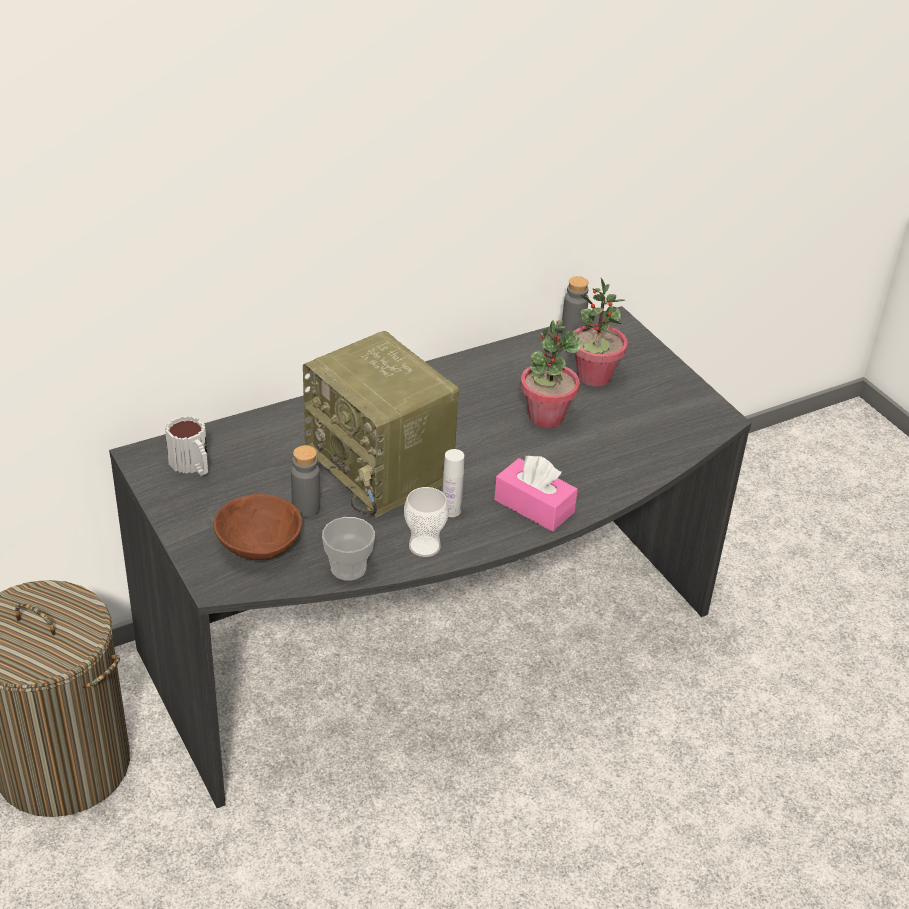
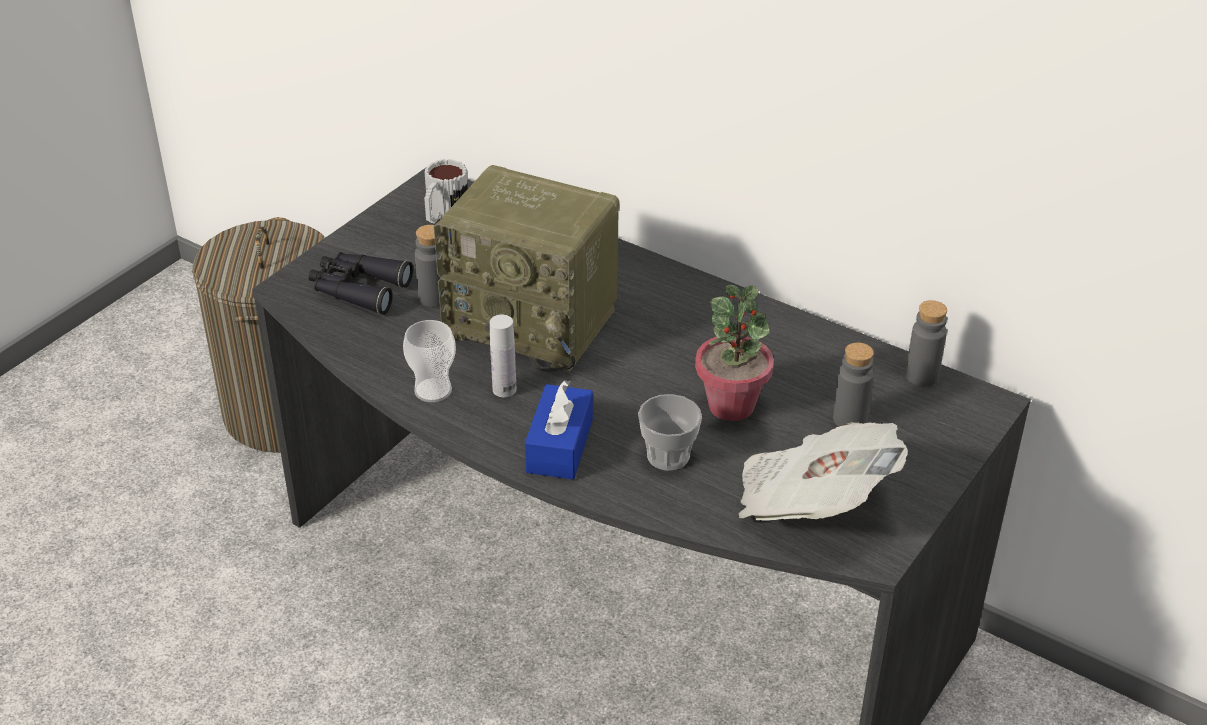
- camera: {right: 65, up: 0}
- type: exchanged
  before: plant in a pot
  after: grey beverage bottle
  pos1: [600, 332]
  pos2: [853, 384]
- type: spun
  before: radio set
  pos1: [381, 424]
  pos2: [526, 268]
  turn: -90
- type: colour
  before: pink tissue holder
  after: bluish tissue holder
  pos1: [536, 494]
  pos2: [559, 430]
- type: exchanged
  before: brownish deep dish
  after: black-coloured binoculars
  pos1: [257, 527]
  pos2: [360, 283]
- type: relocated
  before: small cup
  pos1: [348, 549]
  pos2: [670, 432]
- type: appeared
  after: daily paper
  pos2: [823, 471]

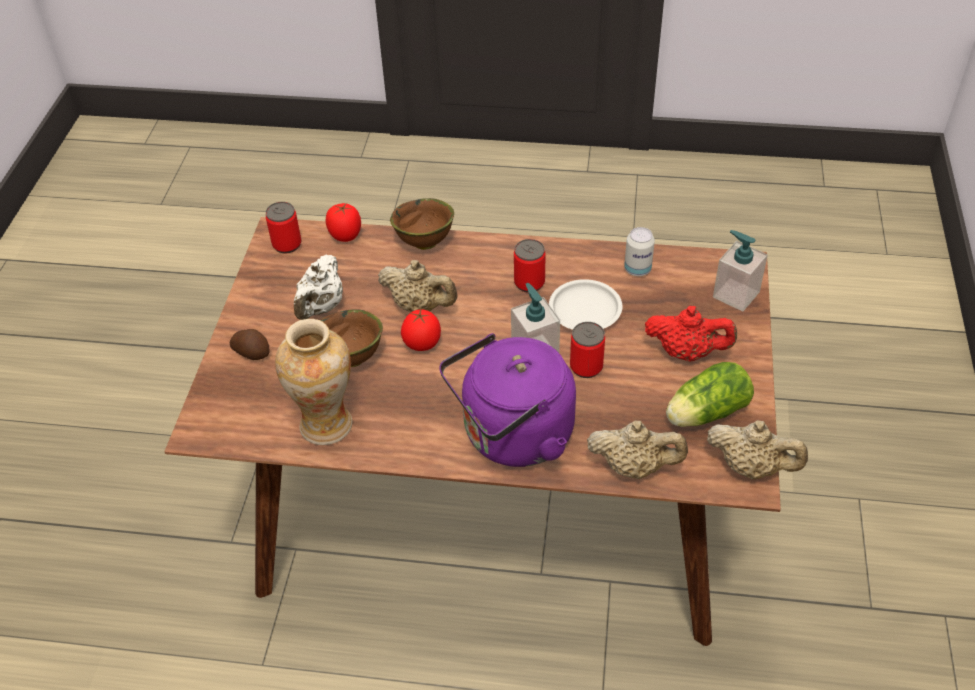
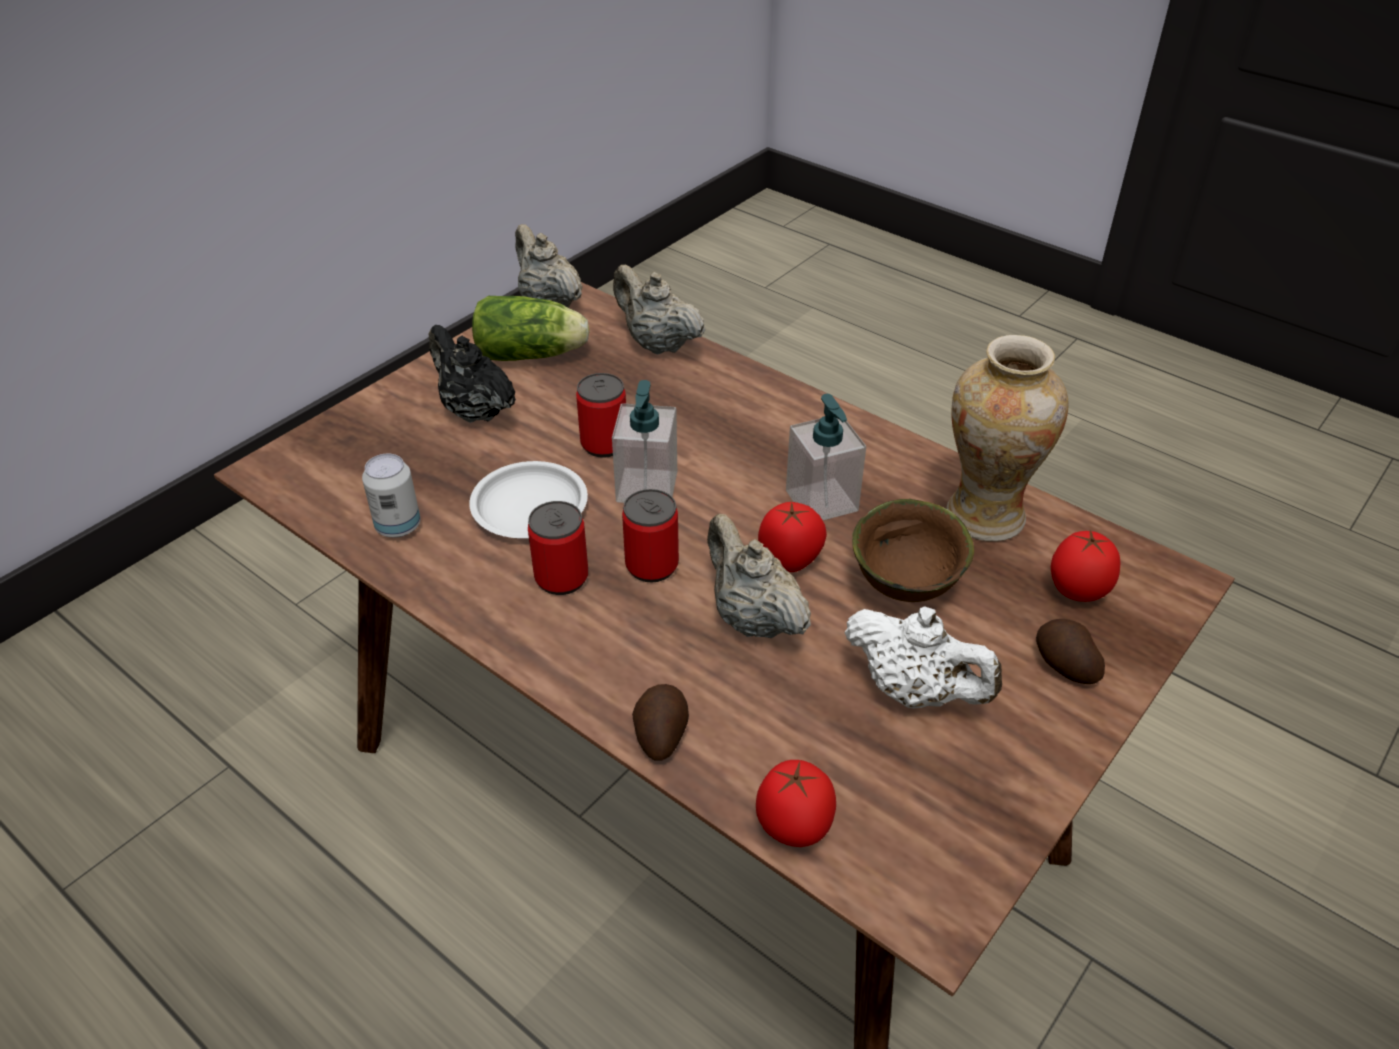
- camera: {right: -150, up: -5}
- type: exchanged
  before: brownish deep dish
  after: spud
  pos1: [422, 224]
  pos2: [660, 722]
- type: relocated
  before: metal can
  pos1: [283, 227]
  pos2: [650, 535]
- type: relocated
  before: soap dispenser
  pos1: [740, 271]
  pos2: [826, 457]
- type: spun
  before: whitish pot for tea
  pos1: [318, 287]
  pos2: [923, 657]
  turn: 75
- type: colour
  before: reddish pot for tea
  after: black-coloured pot for tea
  pos1: [691, 334]
  pos2: [472, 374]
- type: missing
  before: purple-coloured kettle
  pos1: [507, 400]
- type: appeared
  after: whole tomato
  pos2: [1085, 566]

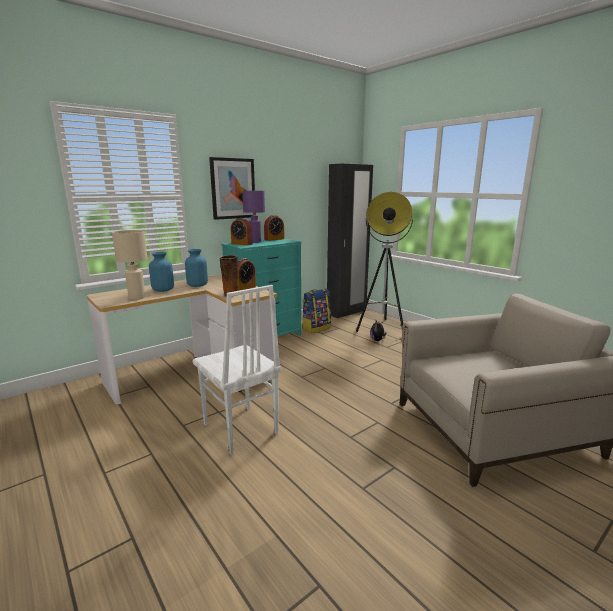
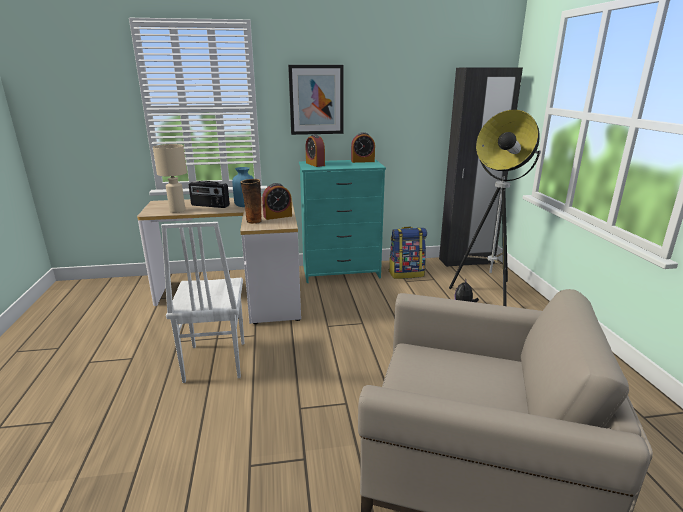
- camera: {right: 30, up: 5}
- type: missing
  before: purple-coloured tabletop lamp
  pos1: [253, 217]
- type: exchanged
  before: bluish decorative vase
  after: radio set
  pos1: [161, 272]
  pos2: [209, 194]

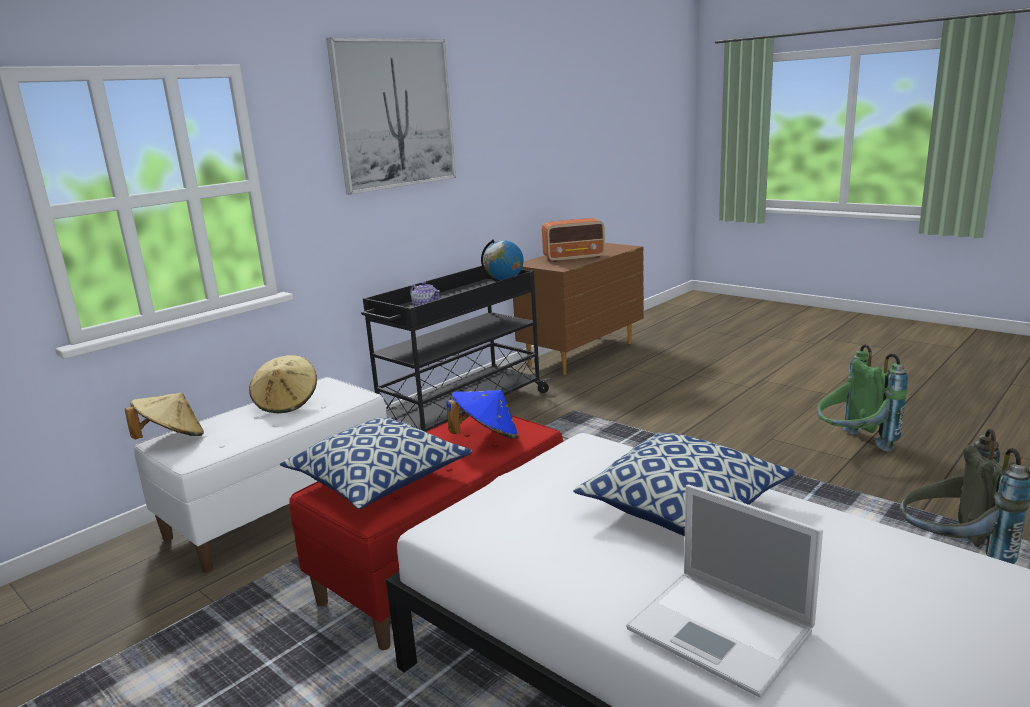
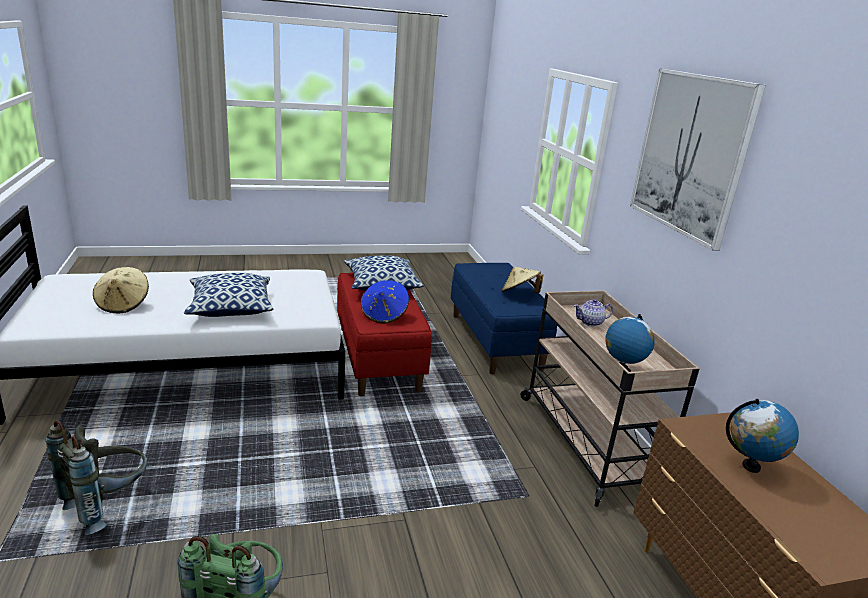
- camera: {right: 120, up: 5}
- type: exchanged
  before: radio set
  after: desk globe
  pos1: [573, 240]
  pos2: [762, 436]
- type: colour
  before: black-coloured cart
  after: beige-coloured cart
  pos1: [455, 349]
  pos2: [610, 398]
- type: colour
  before: whitish bench
  after: bluish bench
  pos1: [260, 475]
  pos2: [504, 318]
- type: relocated
  before: beige-coloured hat
  pos1: [164, 416]
  pos2: [121, 290]
- type: missing
  before: laptop
  pos1: [724, 591]

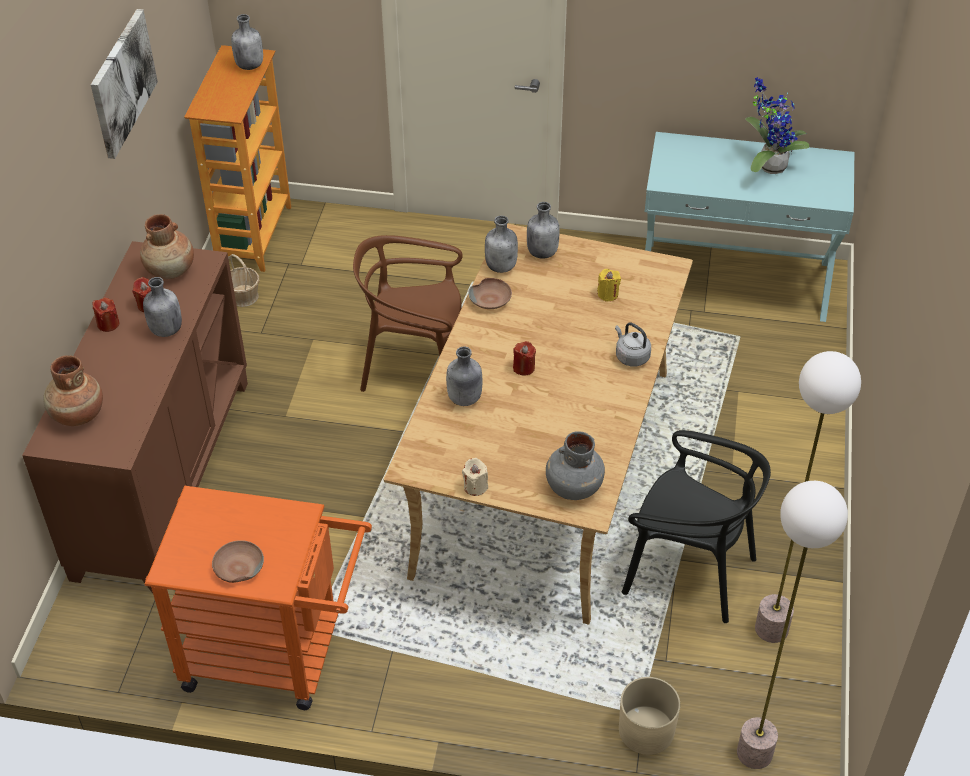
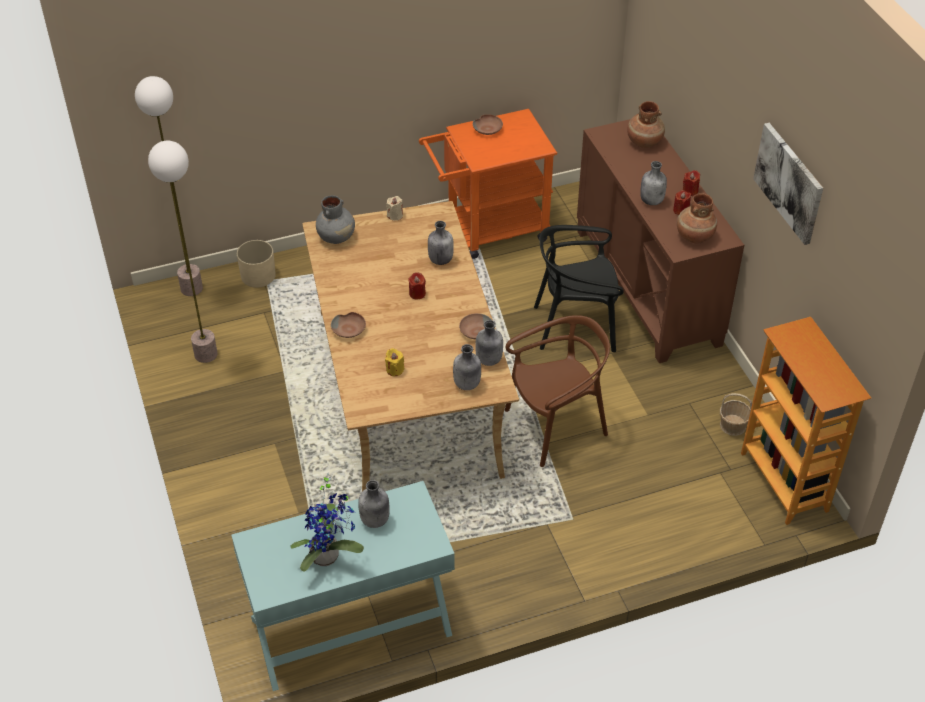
- camera: {right: 150, up: 0}
- type: relocated
  before: grey beverage bottle
  pos1: [247, 42]
  pos2: [374, 504]
- type: exchanged
  before: grey kettle
  after: brownish deep dish
  pos1: [633, 344]
  pos2: [348, 325]
- type: relocated
  before: black-coloured plain chair
  pos1: [696, 526]
  pos2: [579, 288]

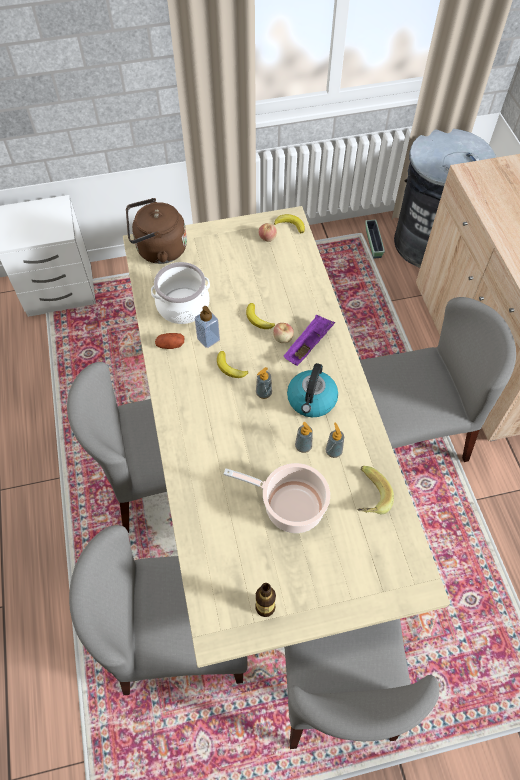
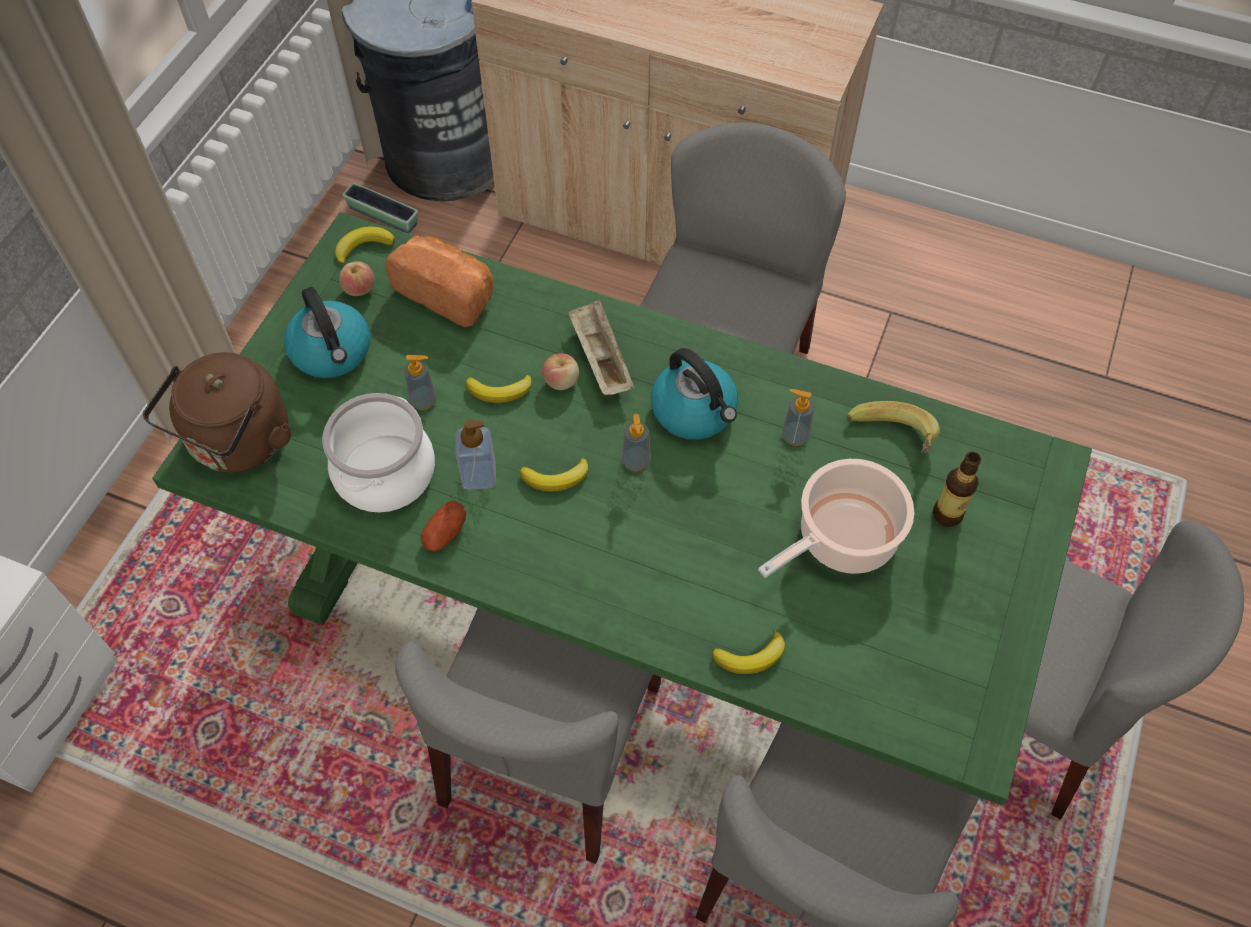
- camera: {right: -55, up: 0}
- type: colour
  before: beige-coloured dining table
  after: greenish dining table
  pos1: [286, 437]
  pos2: [622, 509]
- type: colour
  before: purple-coloured tray
  after: beige-coloured tray
  pos1: [309, 340]
  pos2: [601, 347]
- type: relocated
  before: soap dispenser
  pos1: [304, 437]
  pos2: [420, 382]
- type: relocated
  before: beverage bottle
  pos1: [265, 600]
  pos2: [957, 489]
- type: appeared
  after: bread
  pos2: [439, 281]
- type: appeared
  after: kettle
  pos2: [327, 332]
- type: appeared
  after: banana fruit
  pos2: [748, 652]

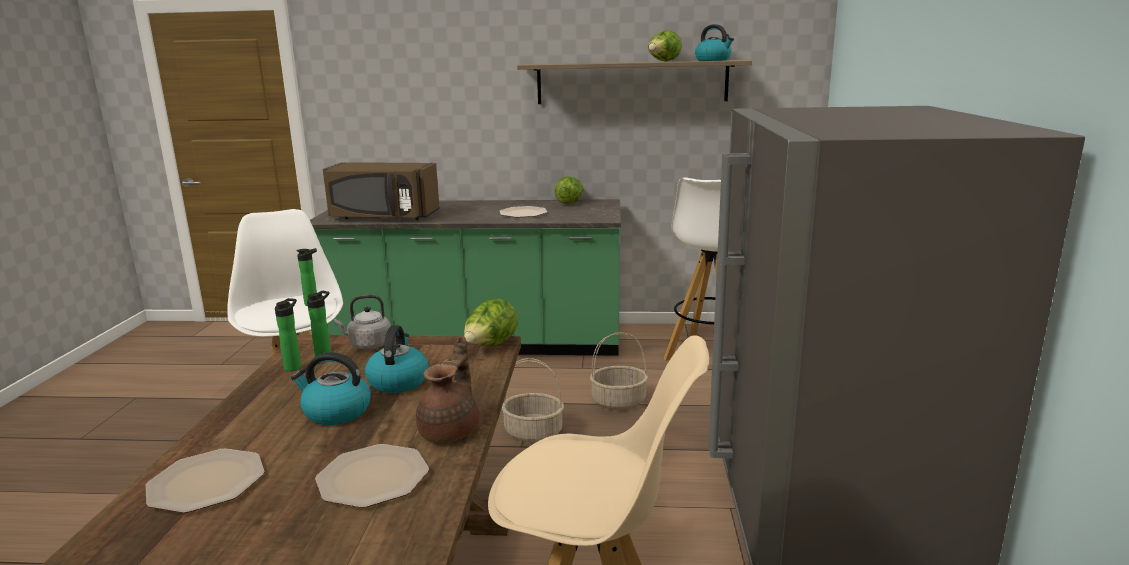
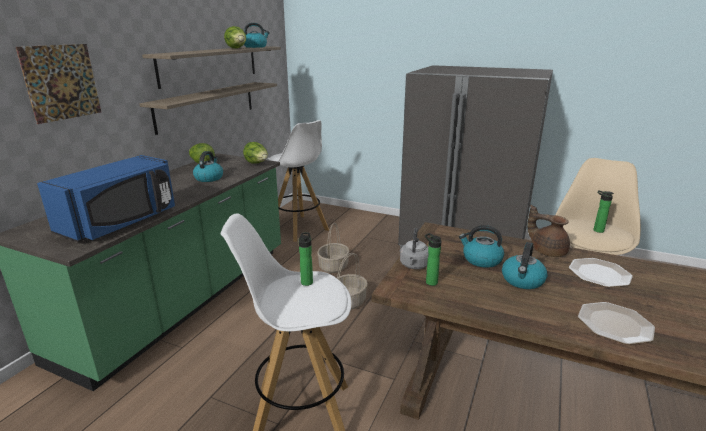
- camera: {right: -70, up: 5}
- type: colour
  before: brownish microwave
  after: bluish microwave
  pos1: [381, 191]
  pos2: [106, 198]
- type: exchanged
  before: plate
  after: kettle
  pos1: [523, 212]
  pos2: [208, 166]
- type: relocated
  before: beverage bottle
  pos1: [288, 334]
  pos2: [603, 211]
- type: relocated
  before: lettuce head
  pos1: [491, 322]
  pos2: [255, 153]
- type: appeared
  after: wall picture
  pos2: [58, 84]
- type: appeared
  after: bracket shelf
  pos2: [208, 108]

